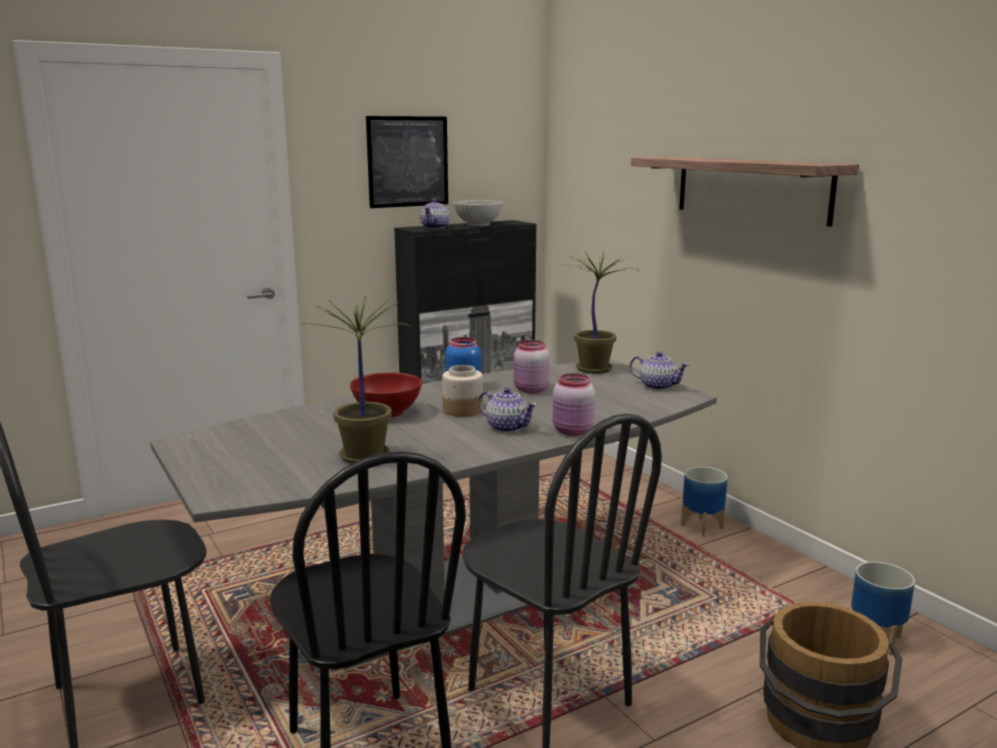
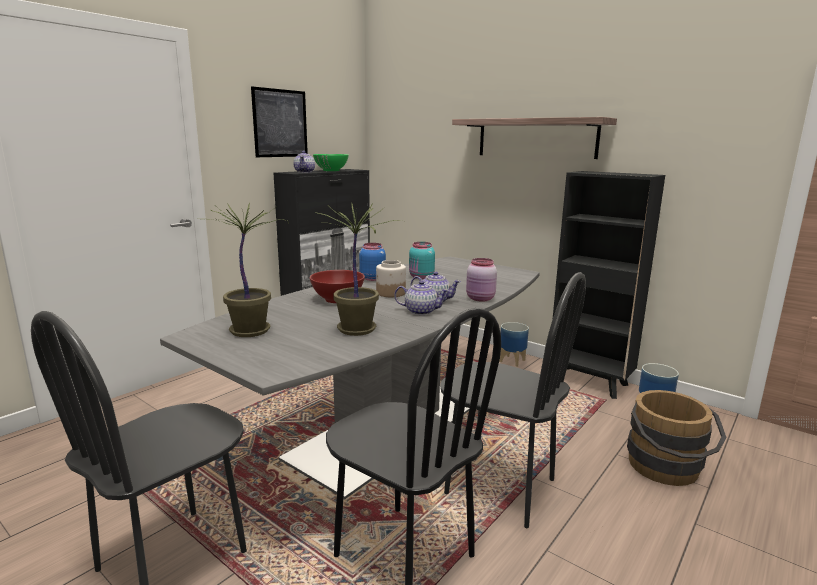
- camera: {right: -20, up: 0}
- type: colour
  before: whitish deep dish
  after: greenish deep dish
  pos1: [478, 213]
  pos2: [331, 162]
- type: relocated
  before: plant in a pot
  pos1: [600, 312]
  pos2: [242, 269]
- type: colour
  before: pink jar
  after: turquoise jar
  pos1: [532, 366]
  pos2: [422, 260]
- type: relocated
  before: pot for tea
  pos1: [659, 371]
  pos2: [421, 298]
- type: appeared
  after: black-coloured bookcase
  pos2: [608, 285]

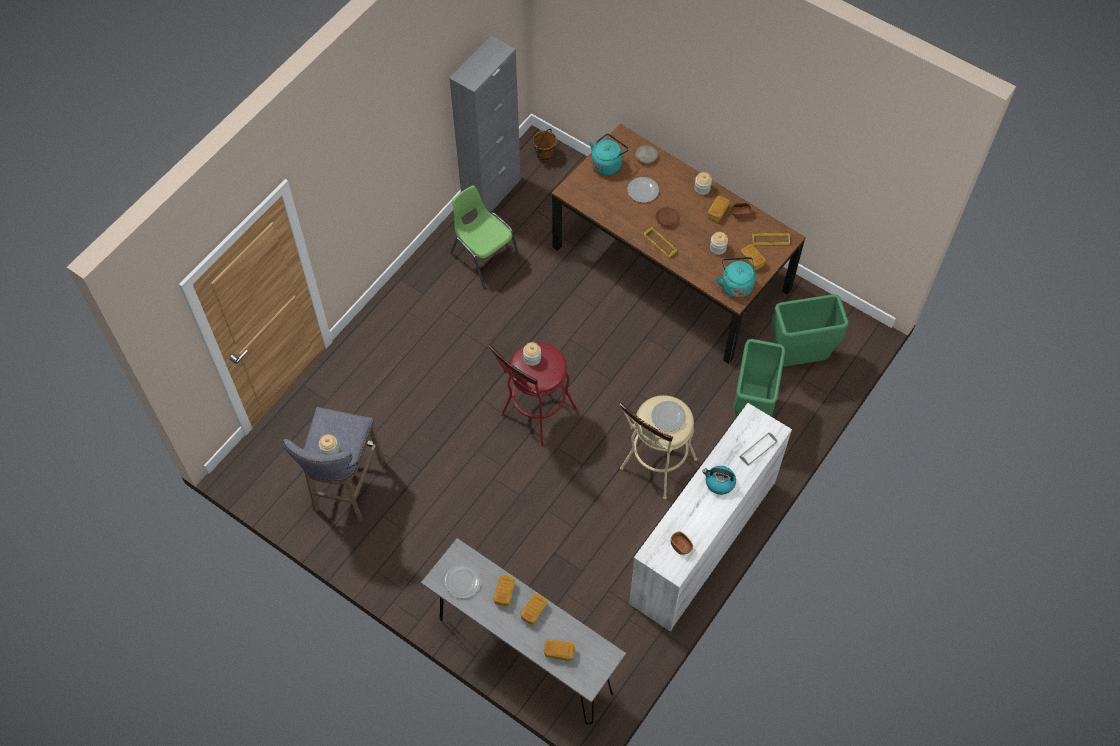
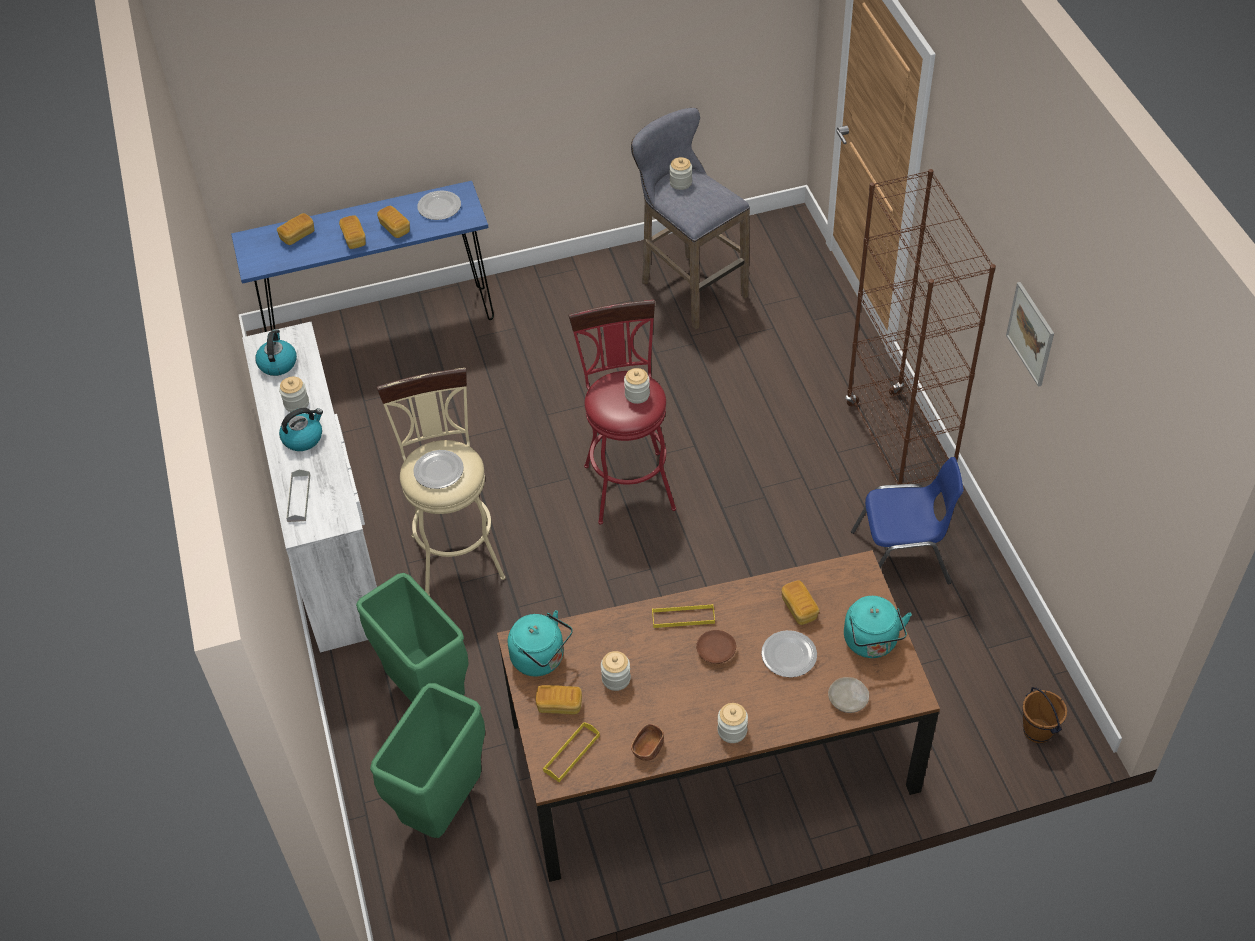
- camera: {right: 130, up: -10}
- type: missing
  before: grey cupboard
  pos1: [485, 126]
- type: colour
  before: greenish plain chair
  after: bluish plain chair
  pos1: [485, 237]
  pos2: [907, 520]
- type: relocated
  before: bread
  pos1: [719, 209]
  pos2: [800, 602]
- type: exchanged
  before: brownish deep dish
  after: kettle
  pos1: [682, 543]
  pos2: [276, 352]
- type: colour
  before: grey narrow table
  after: bluish narrow table
  pos1: [523, 631]
  pos2: [362, 256]
- type: appeared
  after: brownish bookcase
  pos2: [920, 327]
- type: appeared
  after: wall picture
  pos2: [1030, 334]
- type: appeared
  after: jar
  pos2: [294, 394]

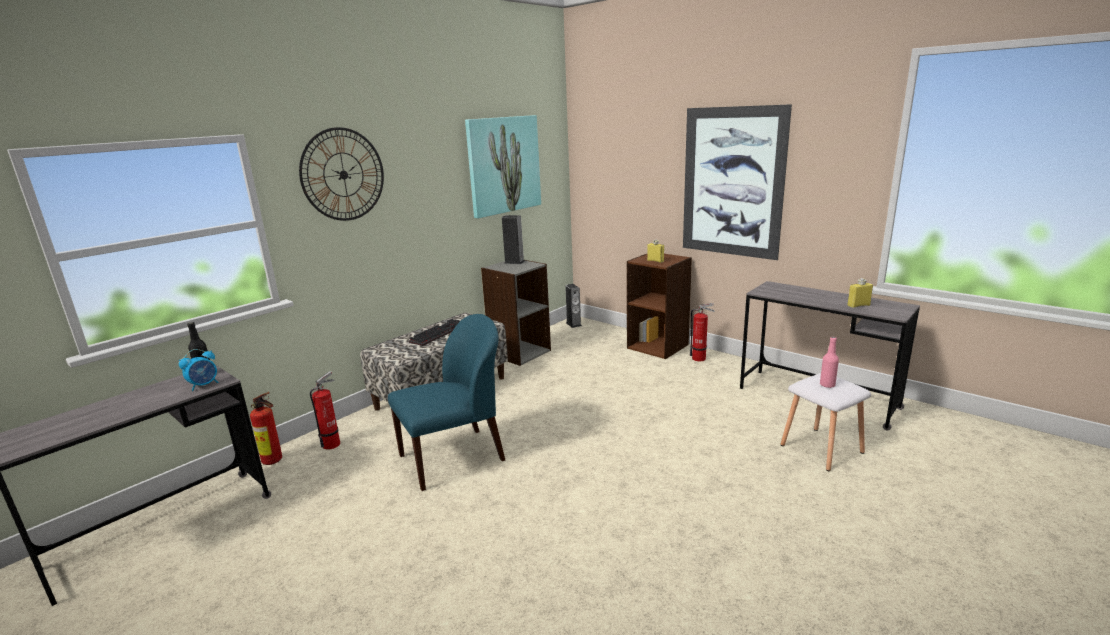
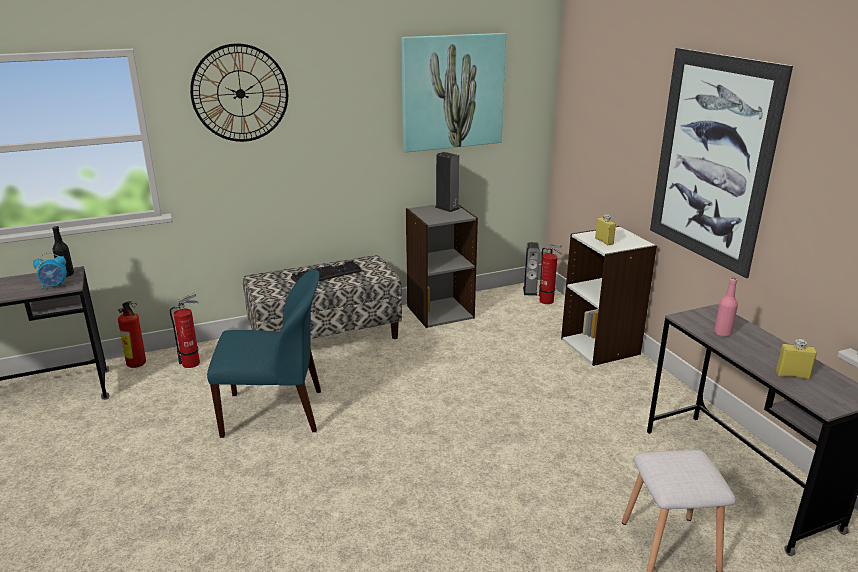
- camera: {right: 25, up: 5}
- type: colour
  before: brownish bookcase
  after: whitish bookcase
  pos1: [659, 306]
  pos2: [609, 296]
- type: relocated
  before: fire extinguisher
  pos1: [702, 332]
  pos2: [550, 274]
- type: relocated
  before: pink beverage bottle
  pos1: [829, 362]
  pos2: [726, 307]

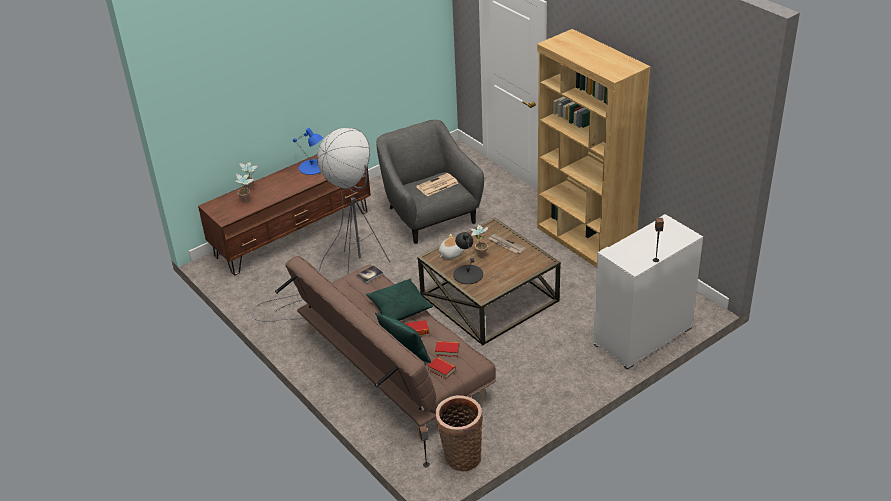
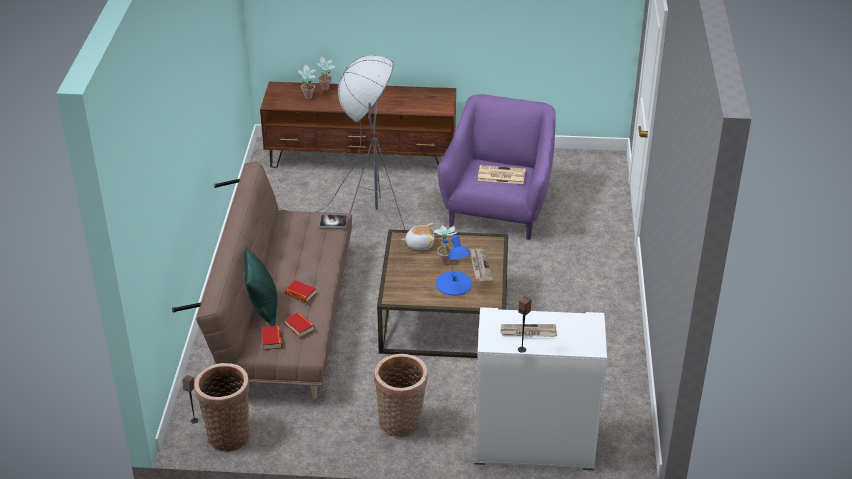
- camera: {right: 40, up: 0}
- type: missing
  before: brownish bookcase
  pos1: [594, 148]
- type: colour
  before: grey armchair
  after: purple-coloured armchair
  pos1: [430, 182]
  pos2: [497, 167]
- type: relocated
  before: bluish tabletop lamp
  pos1: [308, 151]
  pos2: [454, 265]
- type: missing
  before: black-coloured tabletop lamp
  pos1: [468, 258]
- type: missing
  before: greenish pillow
  pos1: [399, 299]
- type: appeared
  after: daily paper
  pos2: [529, 330]
- type: appeared
  after: basket
  pos2: [401, 395]

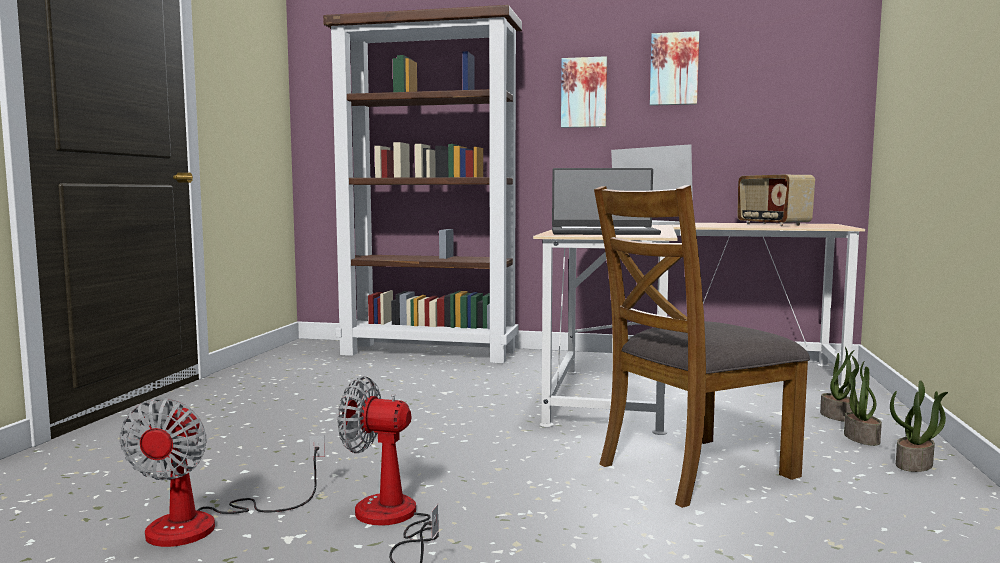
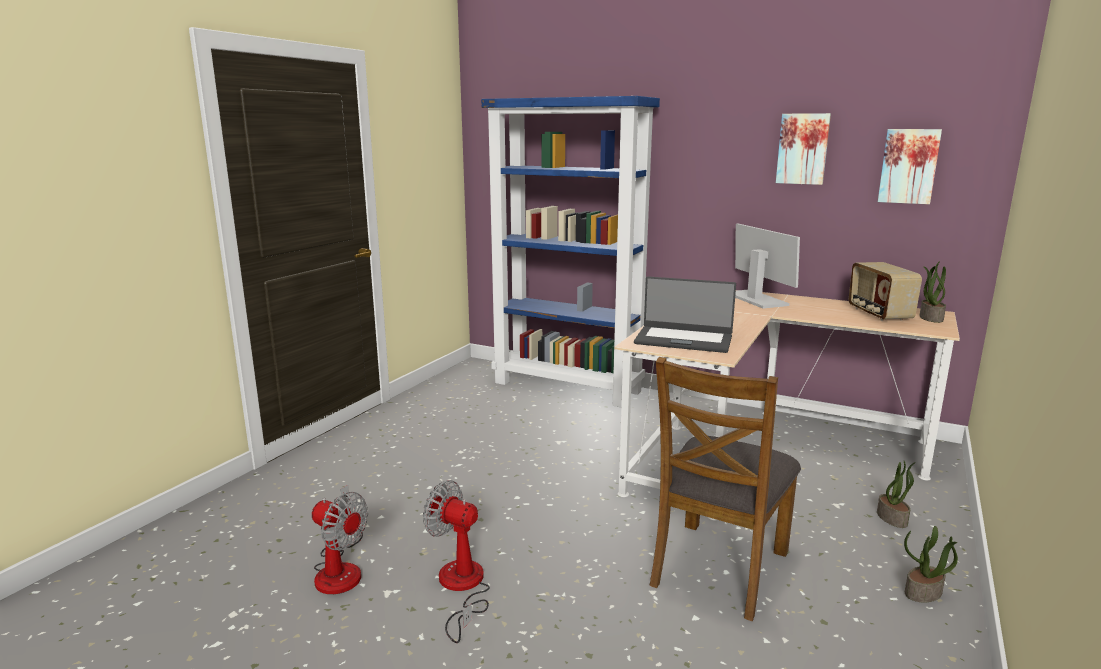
- camera: {right: 15, up: 10}
- type: colour
  before: brownish bookcase
  after: bluish bookcase
  pos1: [422, 184]
  pos2: [570, 251]
- type: relocated
  before: wall picture
  pos1: [584, 92]
  pos2: [910, 166]
- type: spun
  before: brownish plain chair
  pos1: [702, 346]
  pos2: [725, 489]
  turn: -45
- type: relocated
  before: plant in a pot
  pos1: [863, 404]
  pos2: [932, 292]
- type: spun
  before: fan
  pos1: [222, 472]
  pos2: [340, 539]
  turn: -75

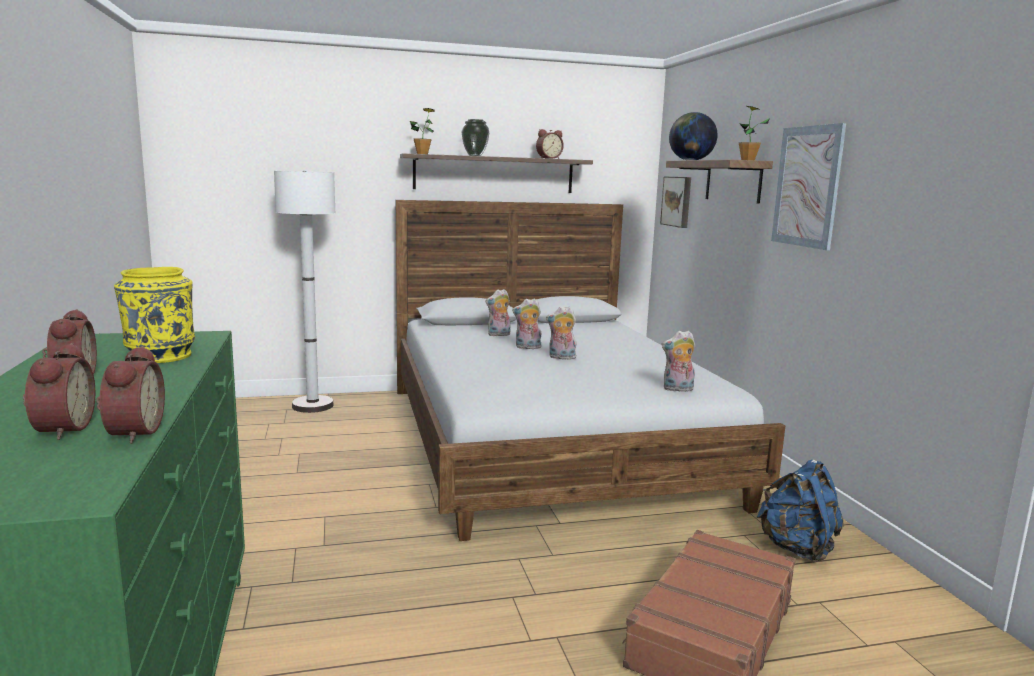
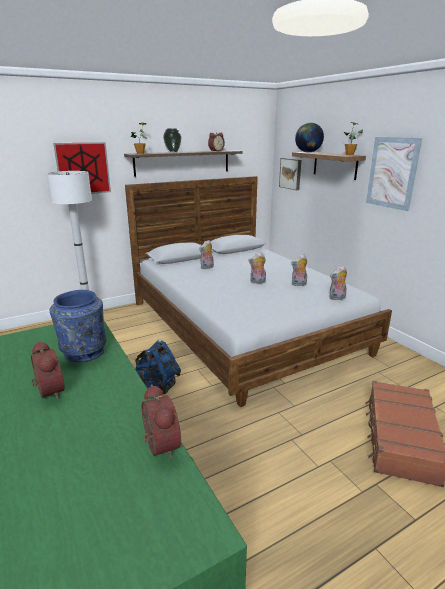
- camera: {right: -15, up: 10}
- type: colour
  before: yellow decorative vase
  after: bluish decorative vase
  pos1: [154, 315]
  pos2: [78, 326]
- type: relocated
  before: plush toy
  pos1: [527, 323]
  pos2: [299, 270]
- type: missing
  before: alarm clock
  pos1: [58, 391]
- type: relocated
  before: bluish backpack
  pos1: [800, 511]
  pos2: [158, 367]
- type: appeared
  after: wall picture
  pos2: [82, 168]

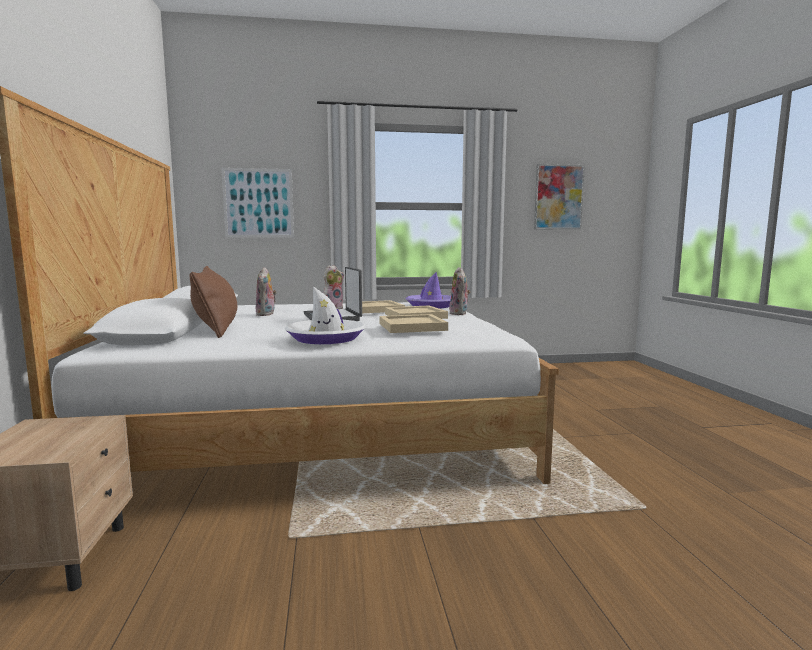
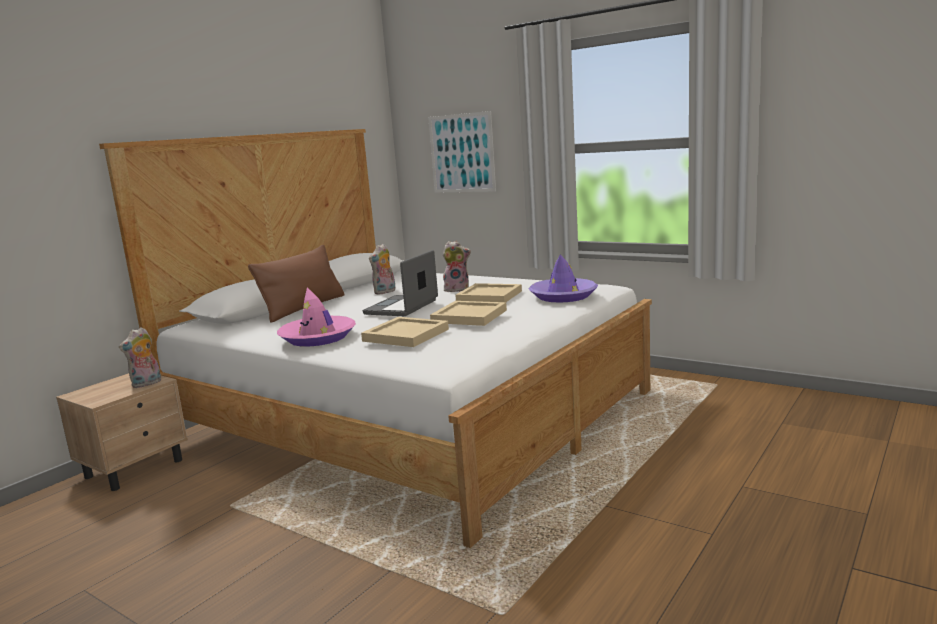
- camera: {right: 45, up: 5}
- type: missing
  before: wall picture
  pos1: [559, 197]
- type: relocated
  before: plush toy
  pos1: [459, 291]
  pos2: [140, 357]
- type: colour
  before: whitish hat
  after: pink hat
  pos1: [325, 315]
  pos2: [316, 317]

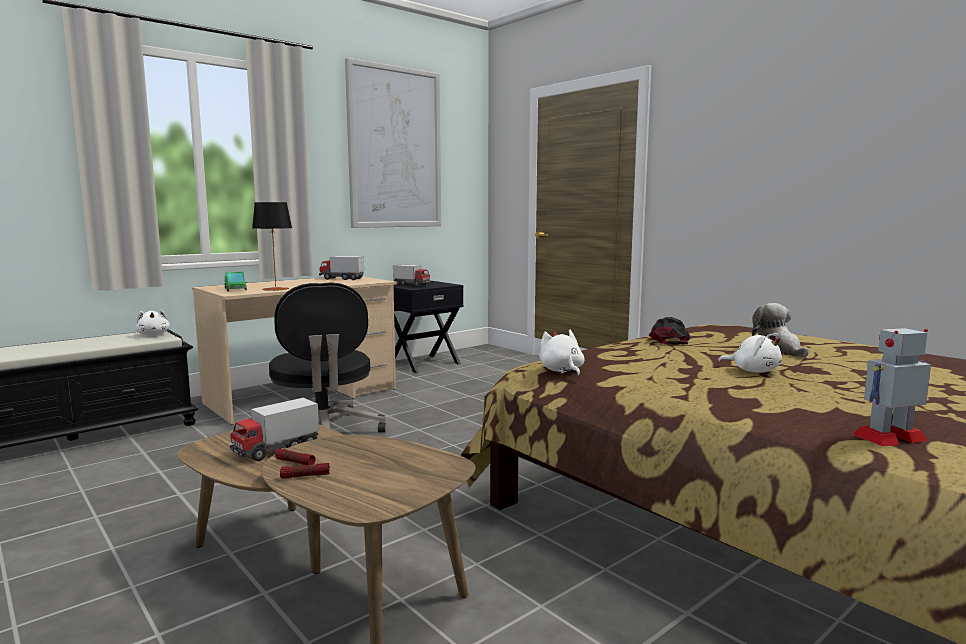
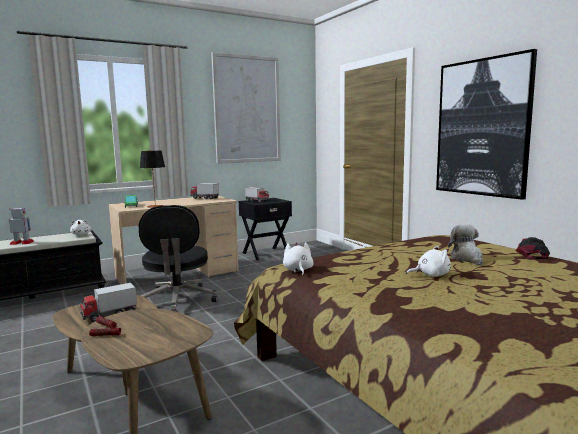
- camera: {right: 10, up: 0}
- type: relocated
  before: black-coloured cap
  pos1: [669, 331]
  pos2: [532, 248]
- type: relocated
  before: toy robot
  pos1: [892, 387]
  pos2: [21, 226]
- type: spun
  before: whitish plush toy
  pos1: [750, 353]
  pos2: [428, 261]
  turn: -60
- type: appeared
  after: wall picture
  pos2: [486, 124]

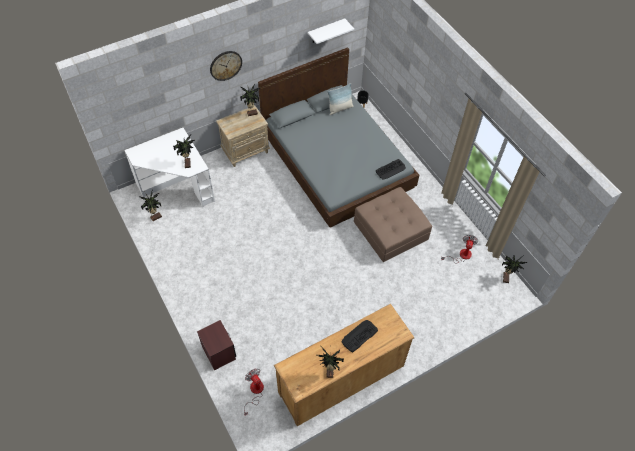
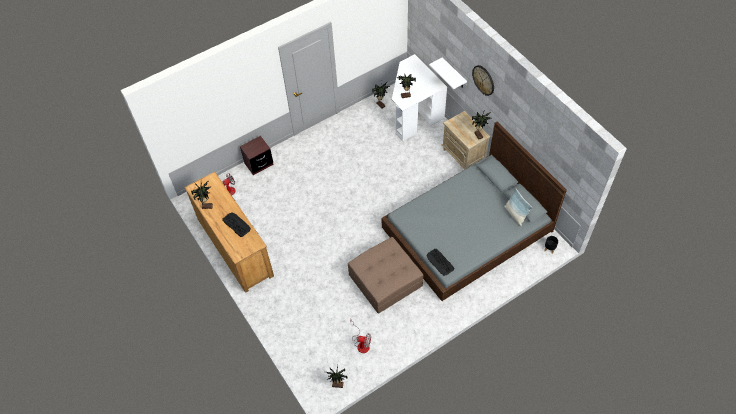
- camera: {right: 90, up: 0}
- type: relocated
  before: whitish bracket shelf
  pos1: [331, 31]
  pos2: [448, 73]

